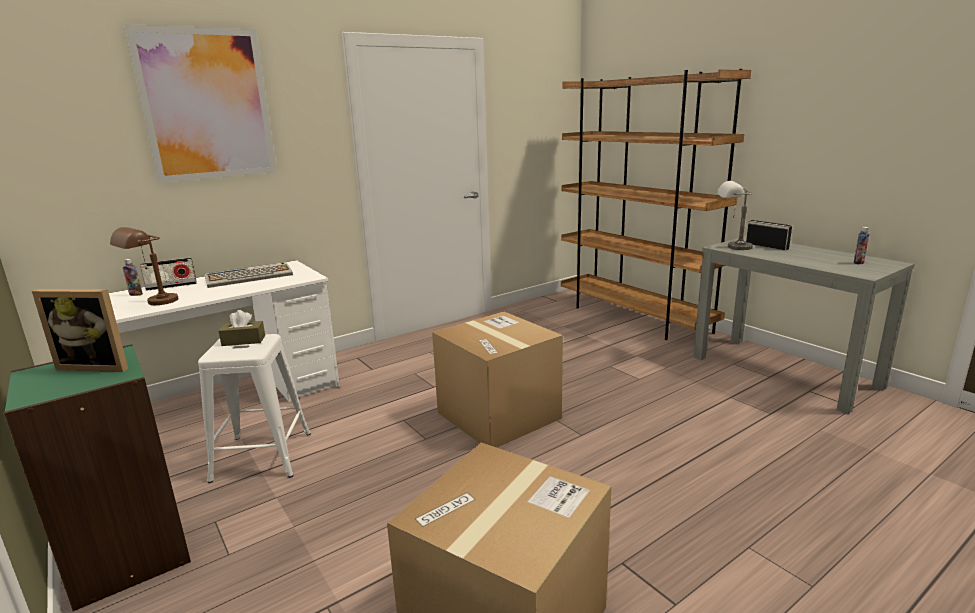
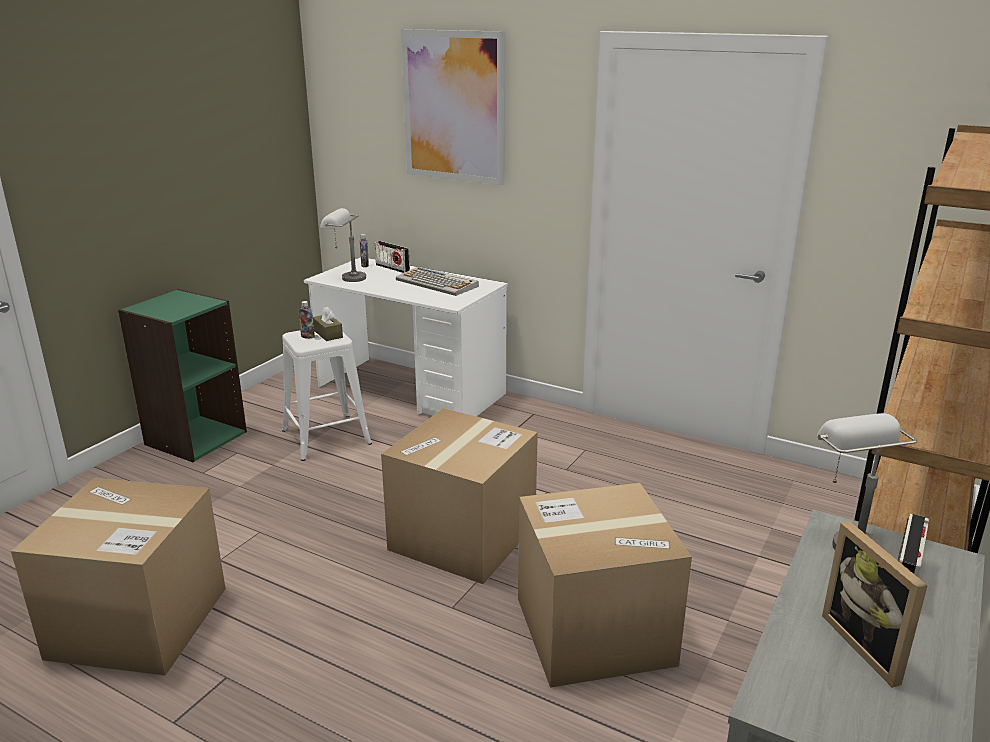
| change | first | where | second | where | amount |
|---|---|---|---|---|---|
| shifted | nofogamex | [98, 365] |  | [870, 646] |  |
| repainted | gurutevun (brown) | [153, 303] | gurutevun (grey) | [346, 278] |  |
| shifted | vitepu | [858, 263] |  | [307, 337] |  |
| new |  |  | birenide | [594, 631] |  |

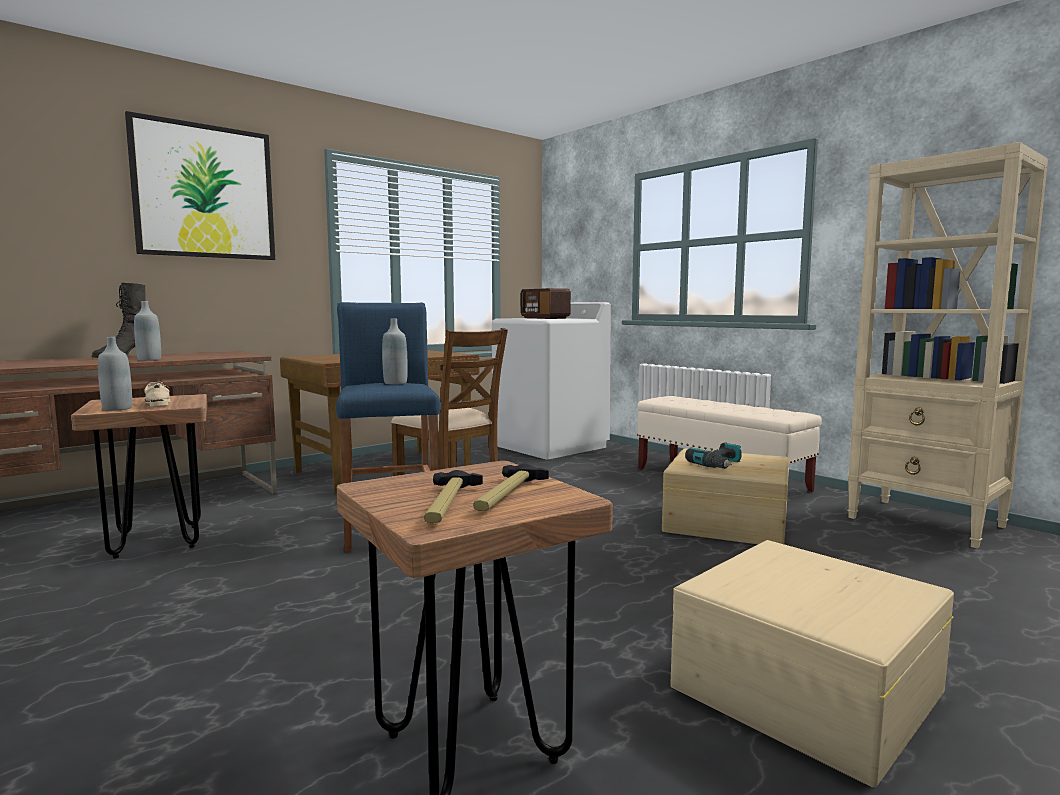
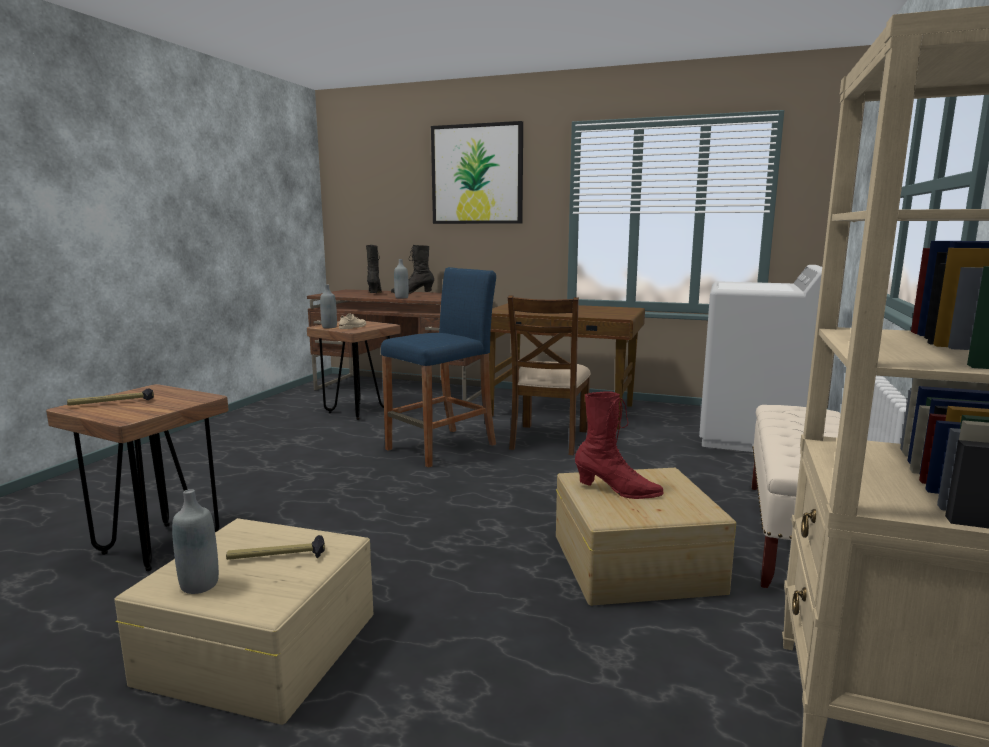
| change | first | where | second | where | amount |
|---|---|---|---|---|---|
| shifted | vitepu (grey) | [395, 383] |  | [199, 585] |  |
| shifted | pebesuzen | [507, 496] |  | [277, 557] |  |
| gone | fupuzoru | [545, 318] |  |  |  |
| swapped | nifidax | [719, 465] | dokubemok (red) | [617, 491] |  |
| new |  |  | dokubemok (black) | [374, 293] |  |

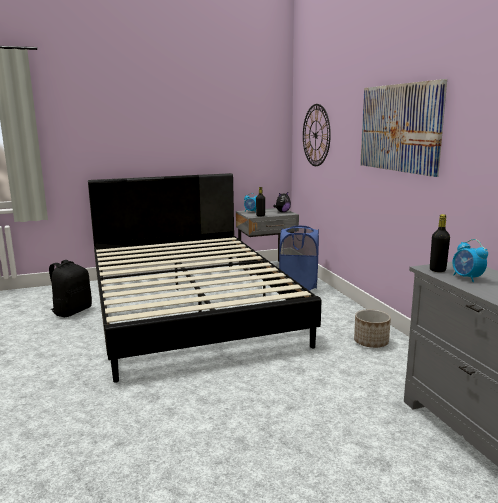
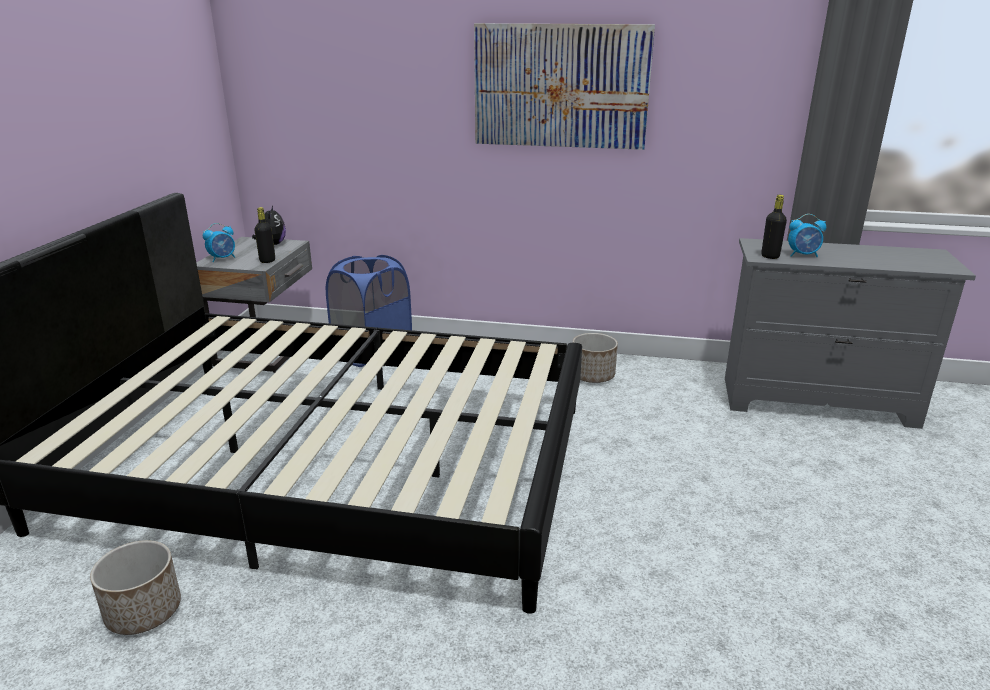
| change | first | where | second | where | amount |
|---|---|---|---|---|---|
| swapped | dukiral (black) | [72, 311] | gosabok | [143, 611] |  |
| gone | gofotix | [316, 135] |  |  |  |

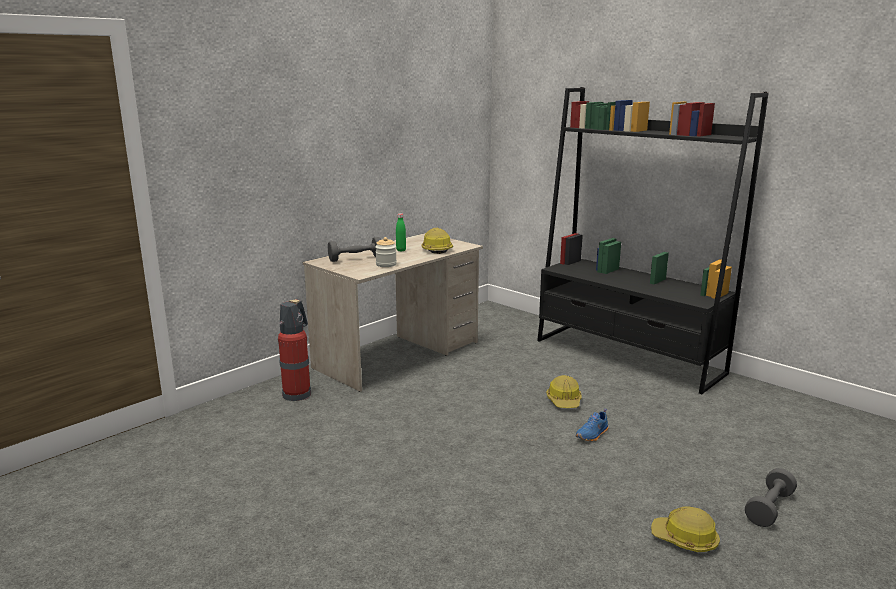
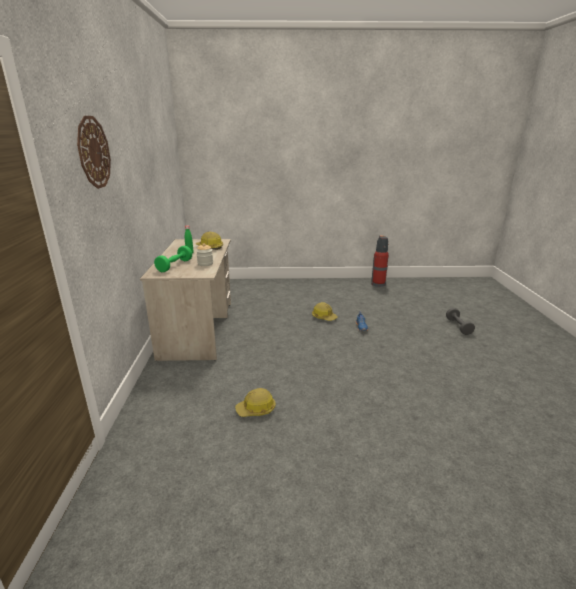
| change | first | where | second | where | amount |
|---|---|---|---|---|---|
| shifted | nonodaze | [298, 394] |  | [378, 284] |  |
| repainted | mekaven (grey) | [355, 259] | mekaven (green) | [174, 266] |  |
| gone | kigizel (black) | [628, 356] |  |  |  |
| shifted | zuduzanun | [685, 539] |  | [256, 409] |  |
| new |  |  | gofotix | [93, 152] |  |

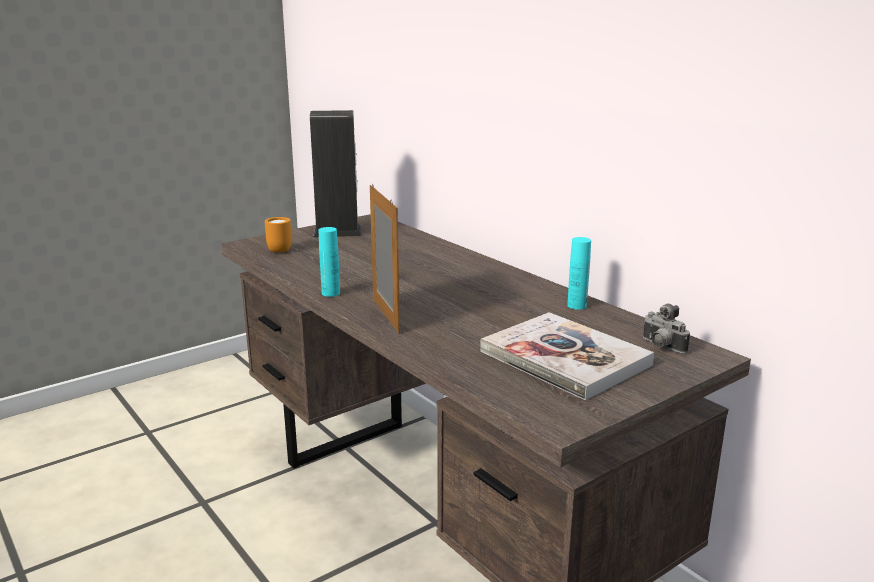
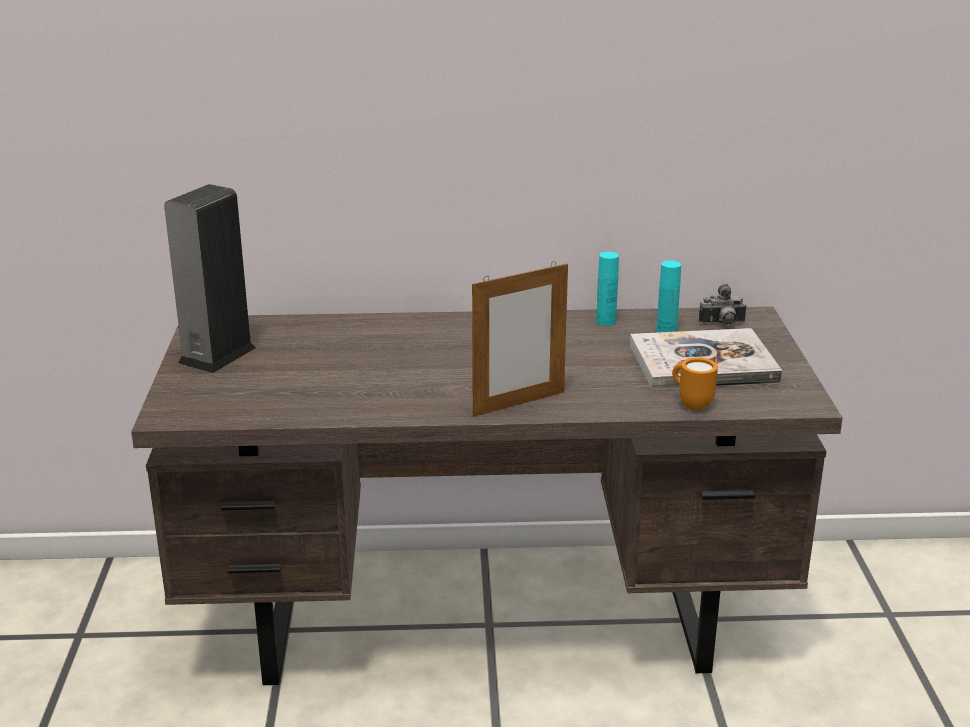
| change | first | where | second | where | amount |
|---|---|---|---|---|---|
| shifted | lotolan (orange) | [280, 249] |  | [691, 404] |  |
| shifted | vitepu (turquoise) | [331, 293] |  | [666, 331] |  |
| rotated | nofogamex | [385, 315] |  | [519, 403] | 135 degrees clockwise |

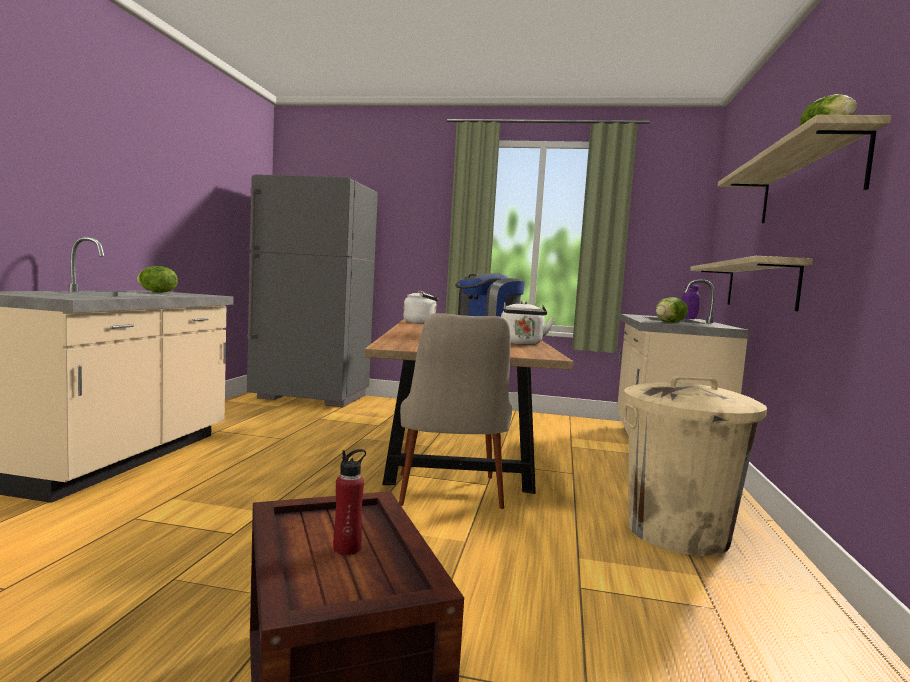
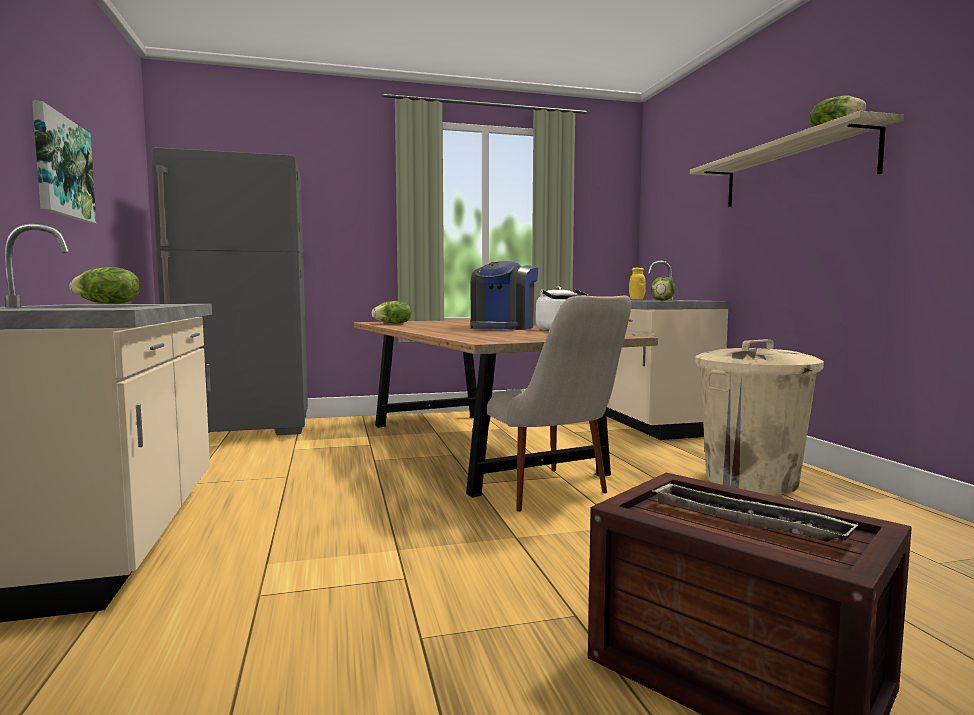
| change | first | where | second | where | amount |
|---|---|---|---|---|---|
| swapped | vitepu (red) | [347, 549] | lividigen | [745, 521] |  |
| swapped | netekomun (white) | [421, 323] | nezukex | [393, 324] |  |
| repainted | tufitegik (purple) | [688, 318] | tufitegik (yellow) | [636, 299] |  |
| gone | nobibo | [759, 285] |  |  |  |
| new |  |  | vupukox | [61, 167] |  |

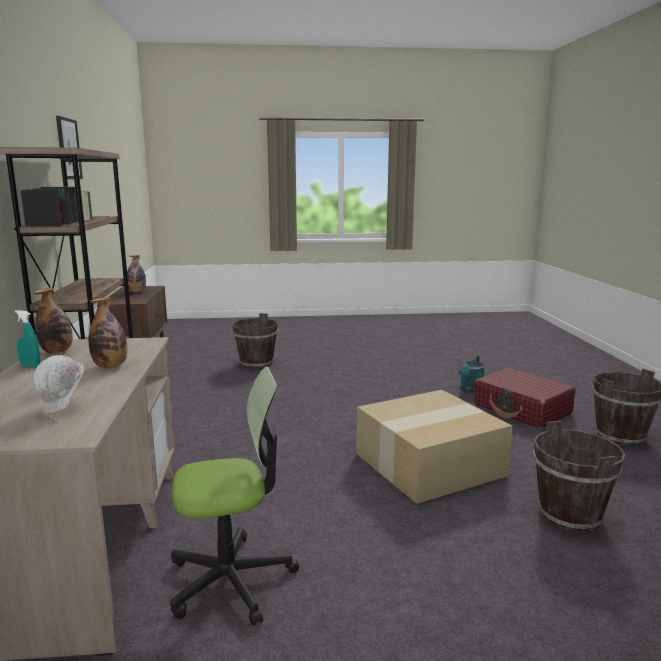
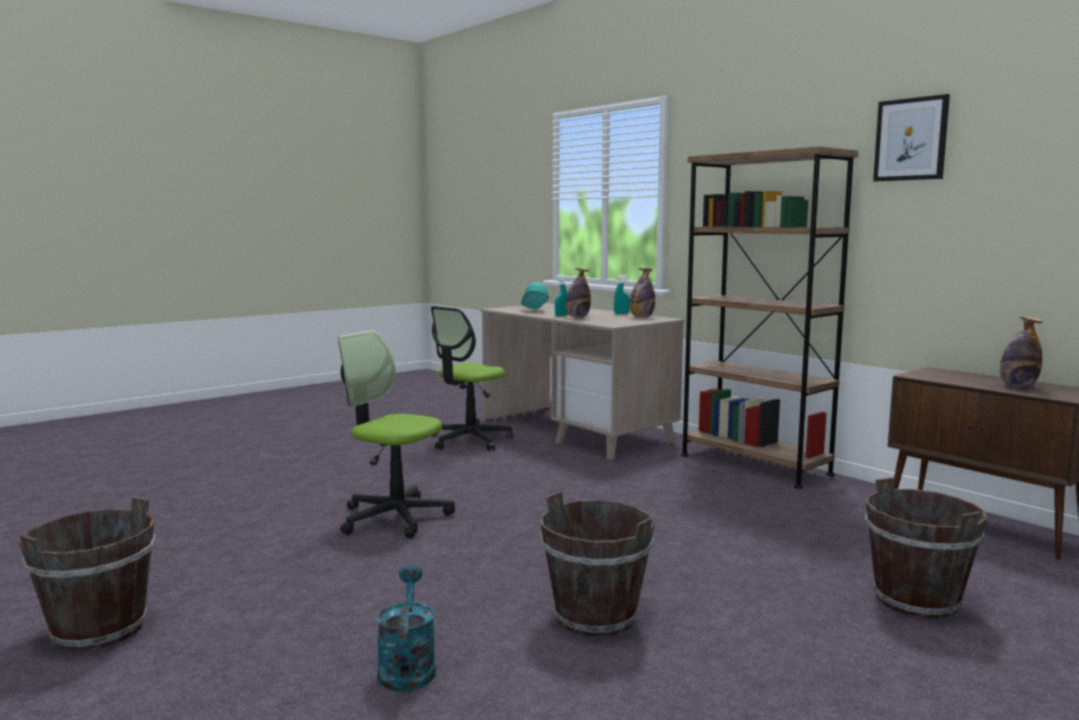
| change | first | where | second | where | amount |
|---|---|---|---|---|---|
| repainted | zuduzanun (white) | [64, 407] | zuduzanun (turquoise) | [534, 310] |  |
| swapped | birenide | [429, 465] | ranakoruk | [395, 517] |  |
| gone | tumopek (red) | [522, 409] |  |  |  |
| shifted | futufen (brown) | [570, 515] |  | [594, 617] |  |
| new |  |  | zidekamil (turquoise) | [561, 315] |  |

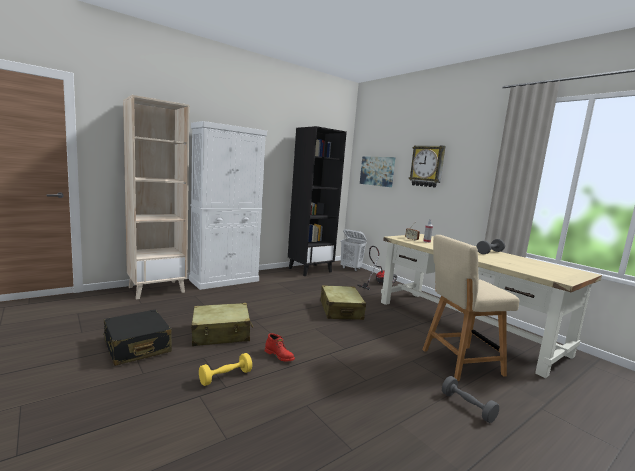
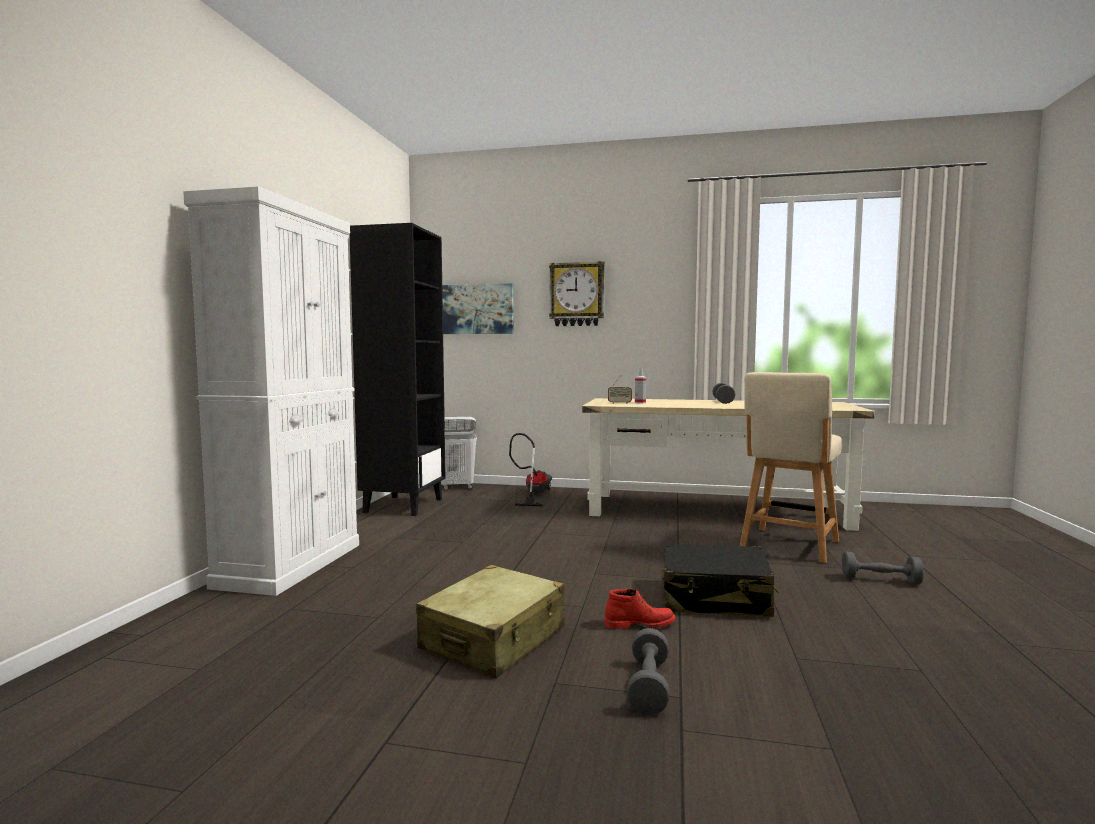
| change | first | where | second | where | amount |
|---|---|---|---|---|---|
| shifted | tumopek (black) | [137, 347] |  | [715, 598] |  |
| gone | kigizel (beige) | [157, 289] |  |  |  |
| repainted | mekaven (yellow) | [225, 377] | mekaven (grey) | [648, 686] |  |
| gone | tumopek (beige) | [341, 310] |  |  |  |

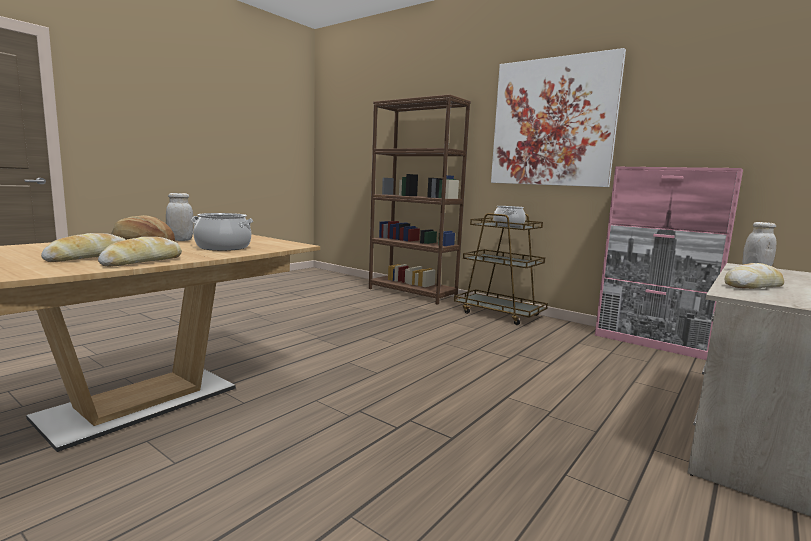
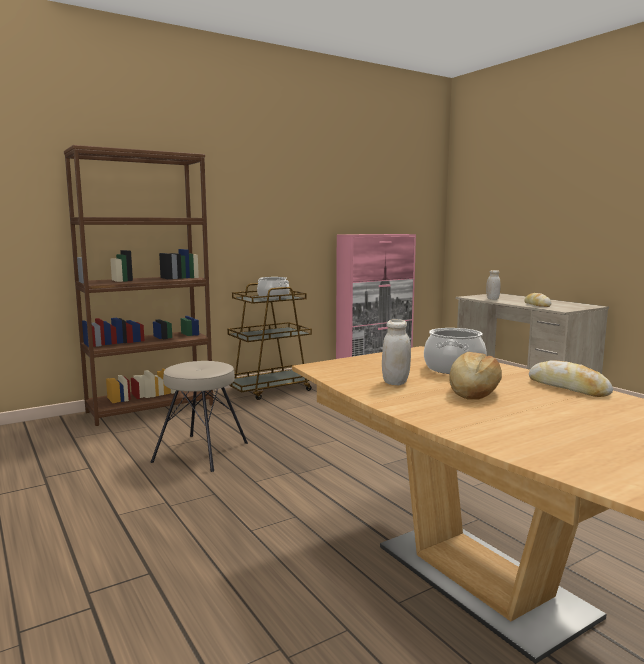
| change | first | where | second | where | amount |
|---|---|---|---|---|---|
| gone | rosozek | [89, 257] |  |  |  |
| gone | vupukox | [552, 123] |  |  |  |
| new |  |  | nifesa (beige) | [202, 452] |  |

